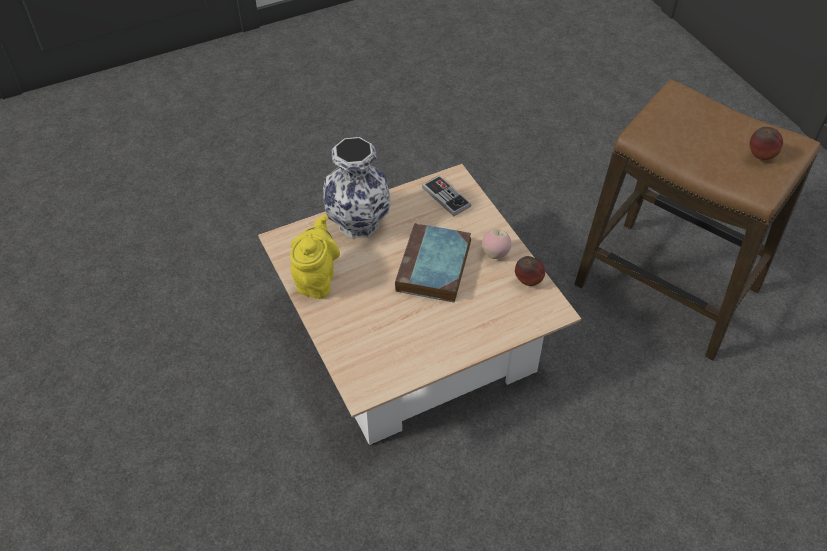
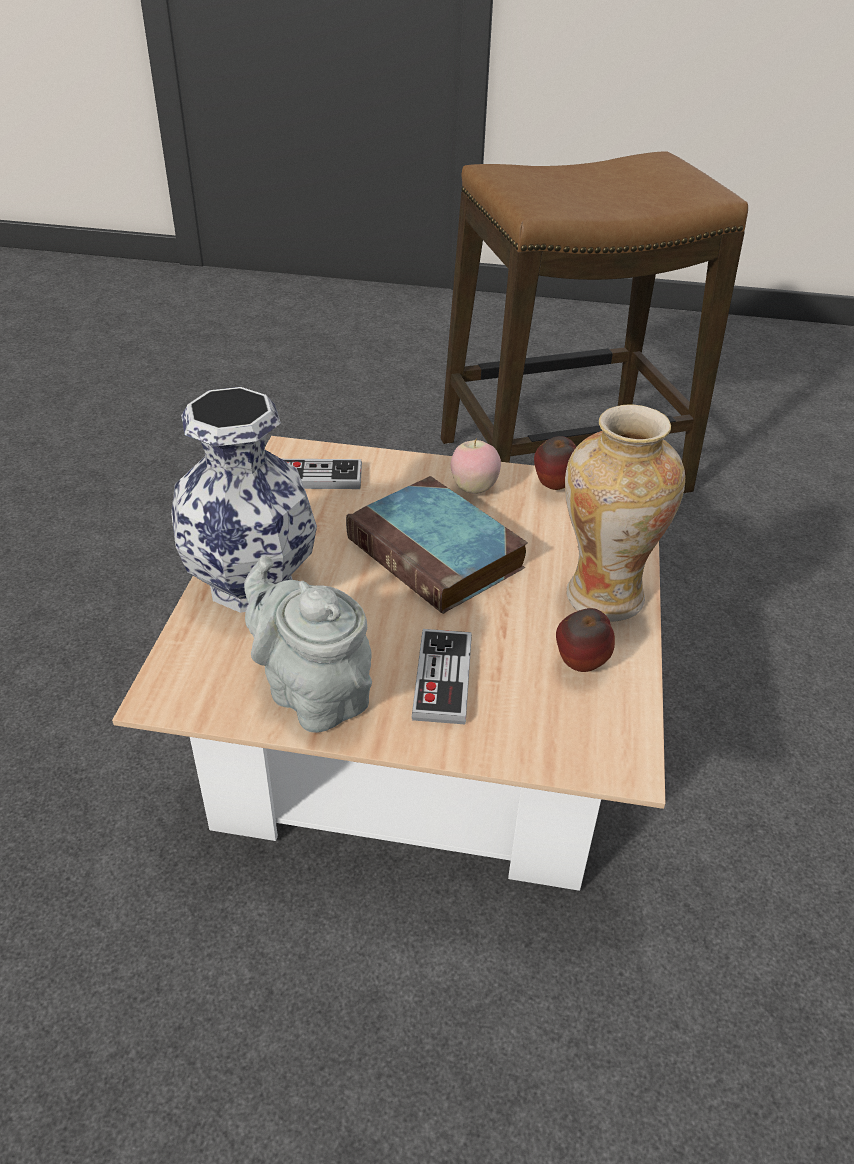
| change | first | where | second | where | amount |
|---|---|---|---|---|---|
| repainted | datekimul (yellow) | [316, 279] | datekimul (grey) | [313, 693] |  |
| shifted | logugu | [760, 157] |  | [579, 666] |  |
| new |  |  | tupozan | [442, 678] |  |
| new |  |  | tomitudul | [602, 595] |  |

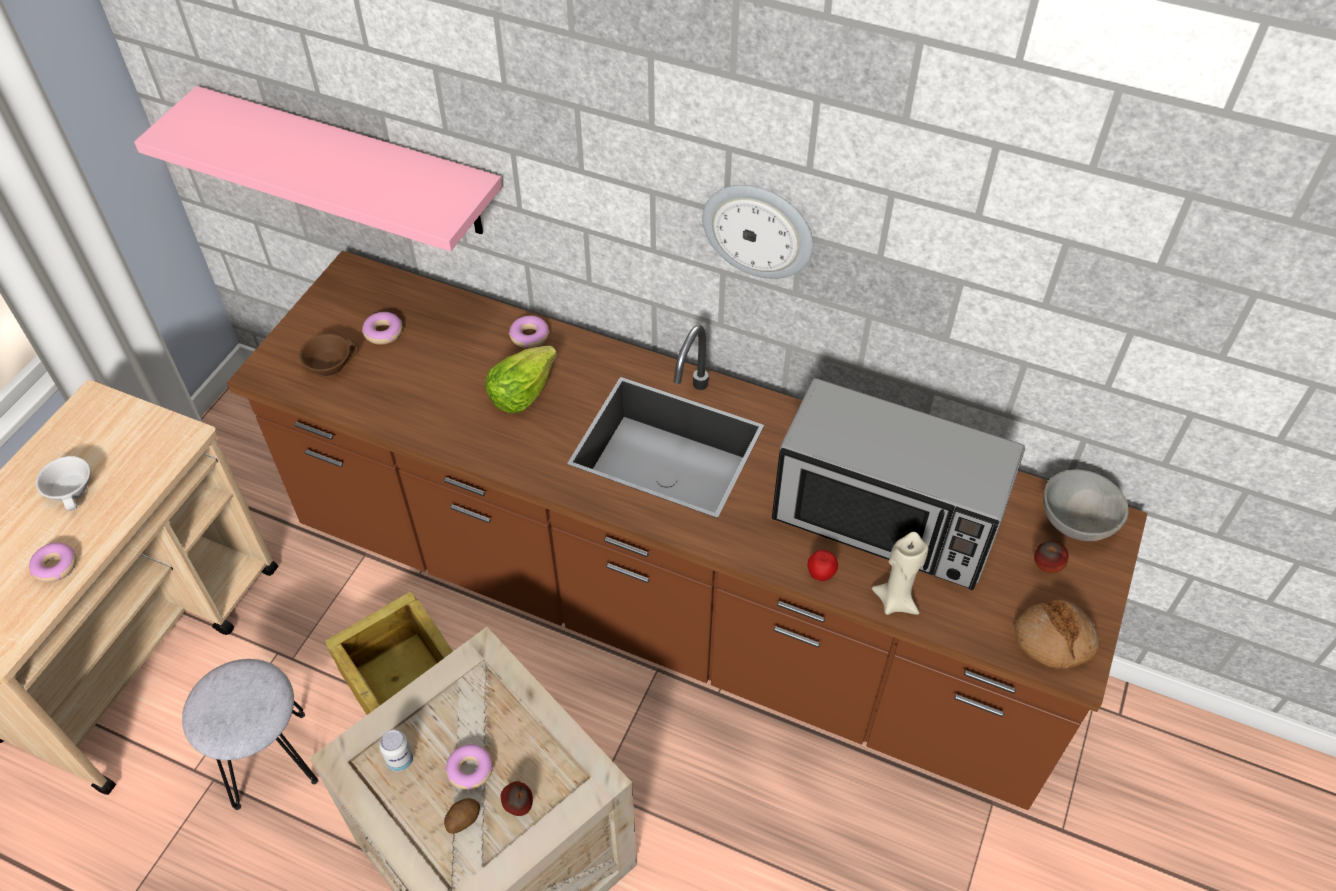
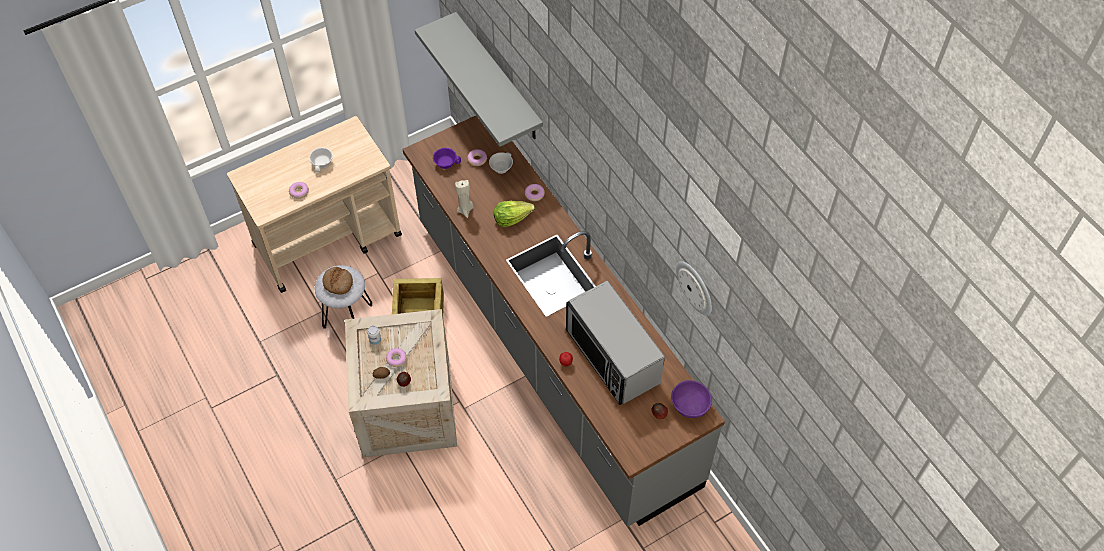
| change | first | where | second | where | amount |
|---|---|---|---|---|---|
| repainted | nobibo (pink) | [351, 162] | nobibo (grey) | [498, 79] |  |
| repainted | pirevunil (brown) | [668, 607] | pirevunil (grey) | [552, 351] |  |
| repainted | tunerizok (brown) | [329, 364] | tunerizok (purple) | [446, 162] |  |
| shifted | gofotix | [758, 230] |  | [696, 287] |  |
| shifted | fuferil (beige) | [895, 600] |  | [465, 210] |  |
| shifted | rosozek | [1054, 640] |  | [338, 283] |  |
| repainted | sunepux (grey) | [1076, 521] | sunepux (purple) | [690, 406] |  |
| new |  |  | tunerizok (white) | [501, 167] |  |

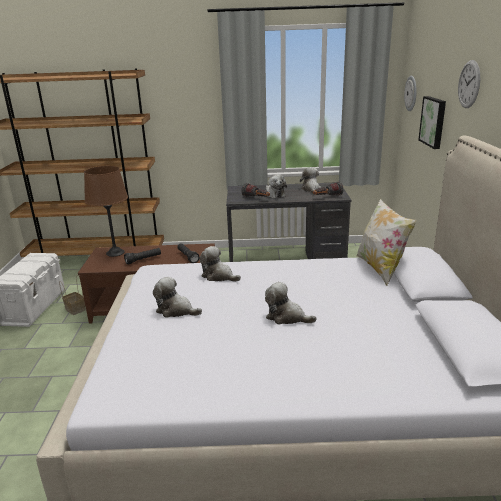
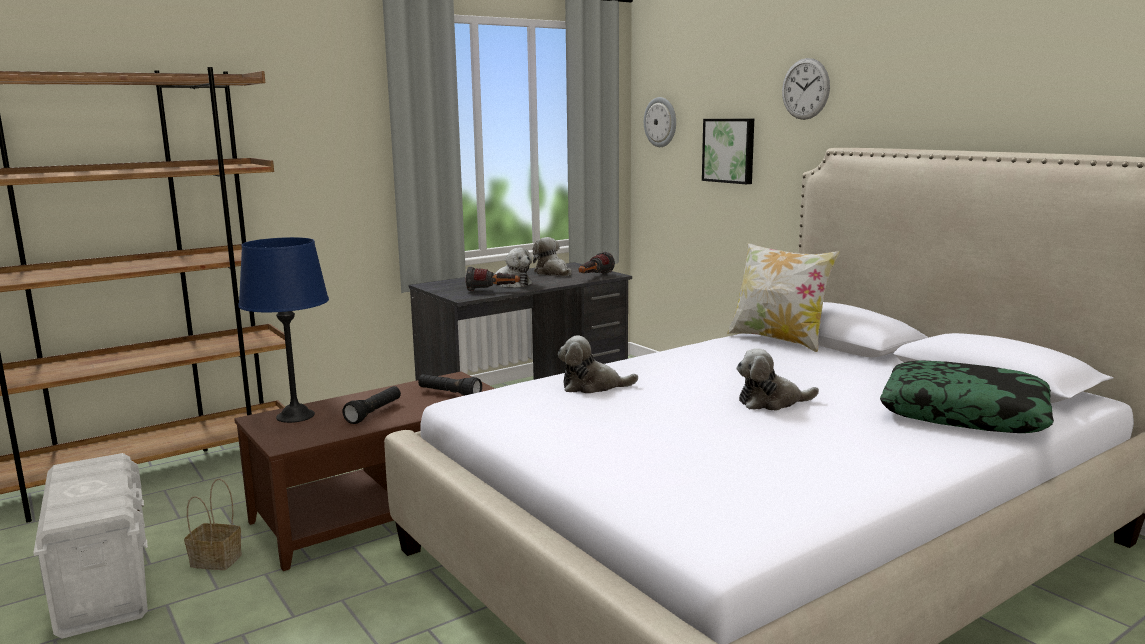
| change | first | where | second | where | amount |
|---|---|---|---|---|---|
| repainted | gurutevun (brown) | [115, 252] | gurutevun (blue) | [295, 416] |  |
| gone | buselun | [176, 310] |  |  |  |
| new |  |  | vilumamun | [964, 413] |  |

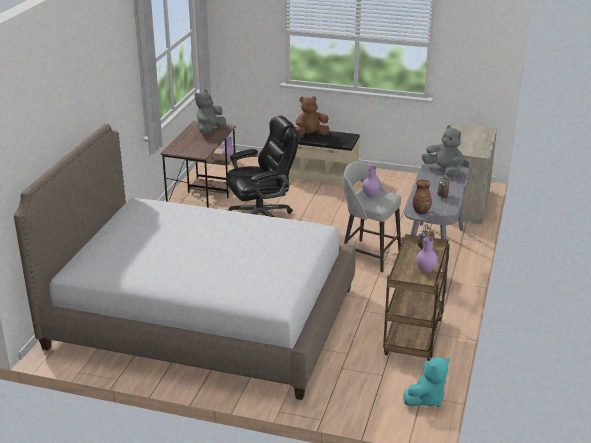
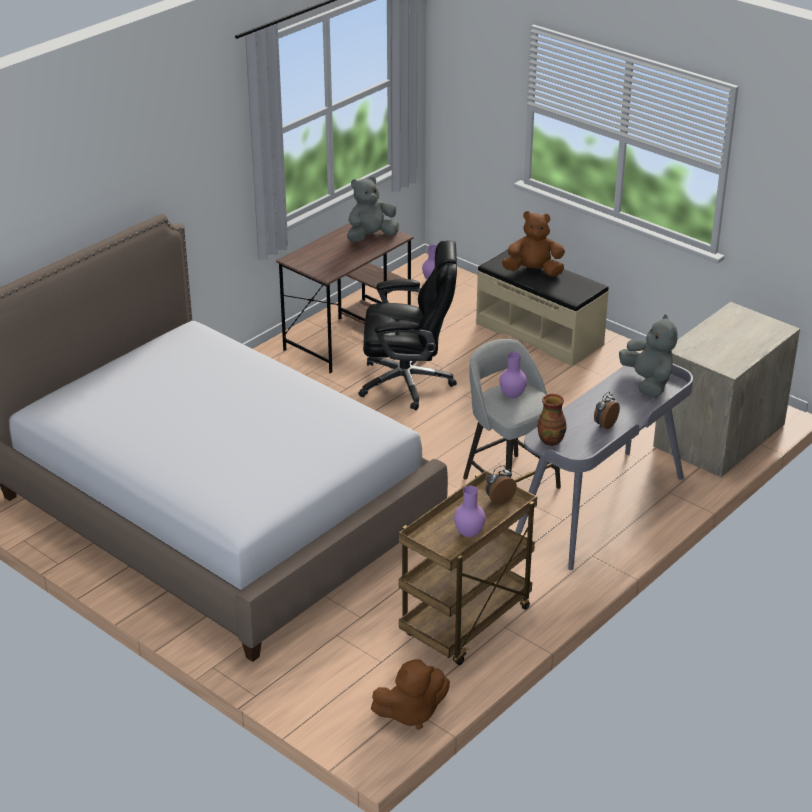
| change | first | where | second | where | amount |
|---|---|---|---|---|---|
| repainted | buselun (turquoise) | [426, 398] | buselun (brown) | [411, 713] |  |

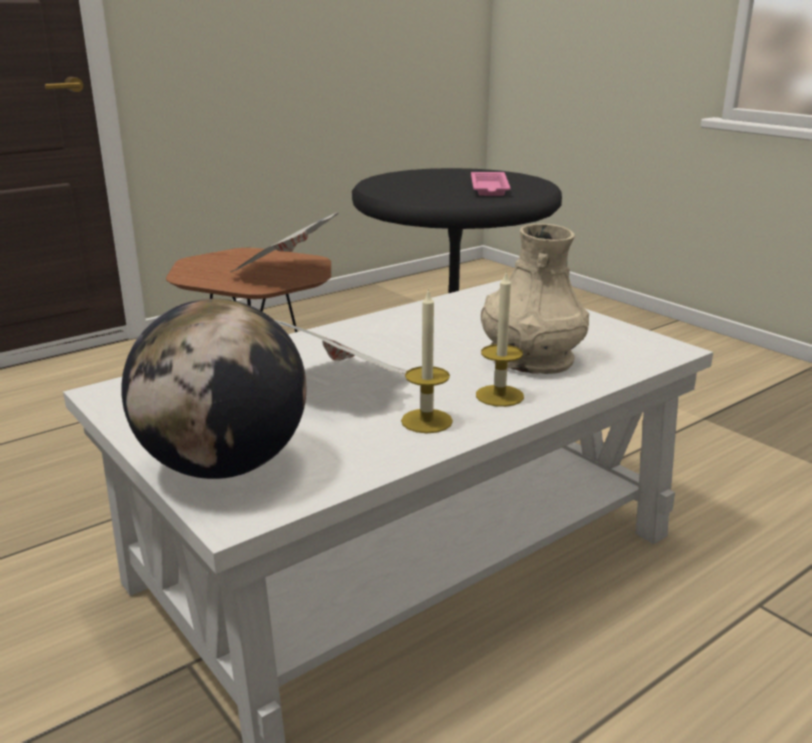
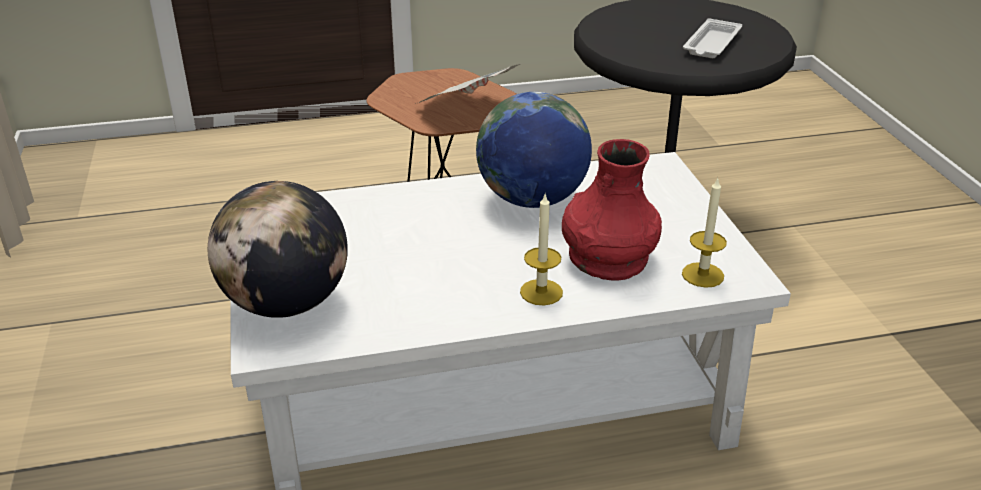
| change | first | where | second | where | amount |
|---|---|---|---|---|---|
| gone | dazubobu | [345, 385] |  |  |  |
| shifted | fuferil | [426, 421] |  | [703, 275] |  |
| repainted | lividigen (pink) | [489, 189] | lividigen (white) | [711, 44] |  |
| repainted | tomitudul (beige) | [531, 358] | tomitudul (red) | [608, 257] |  |
| new |  |  | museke | [532, 199] |  |

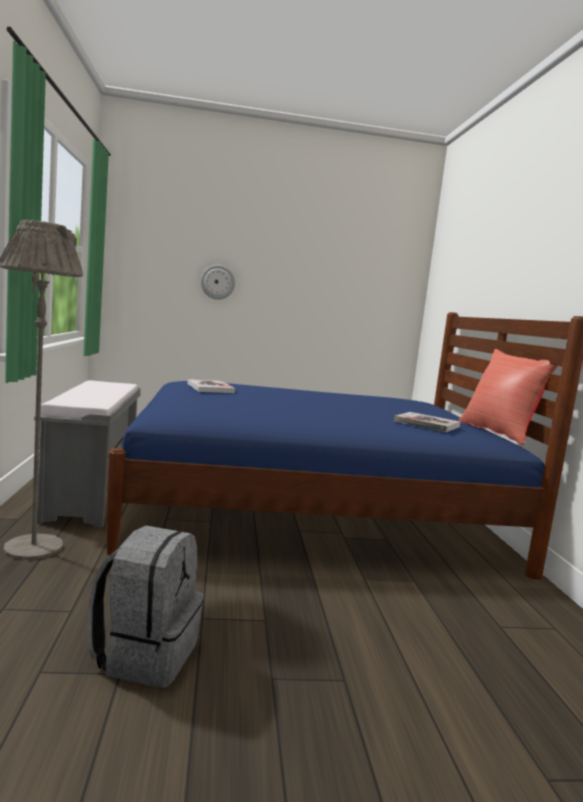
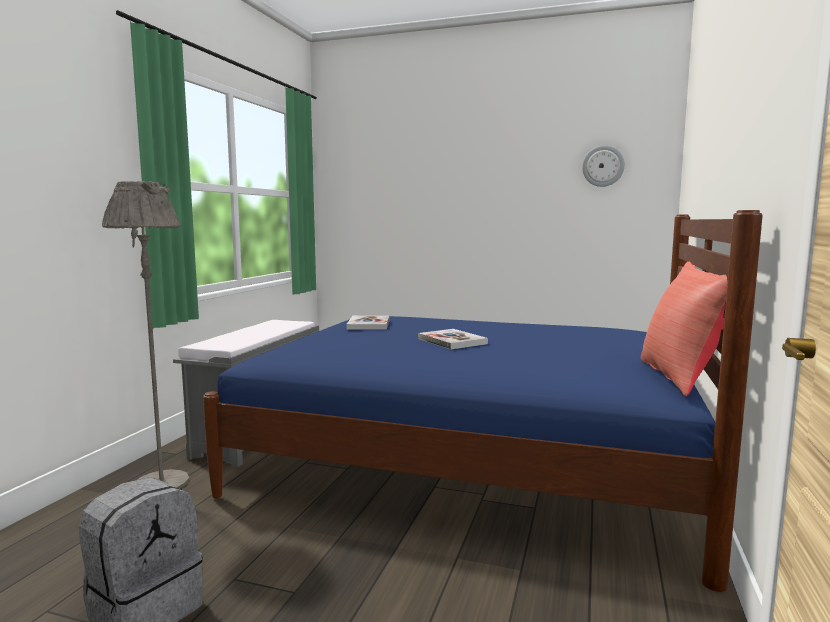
| change | first | where | second | where | amount |
|---|---|---|---|---|---|
| shifted | gofotix | [218, 282] |  | [603, 166] |  |
| shifted | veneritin | [426, 424] |  | [452, 341] |  |

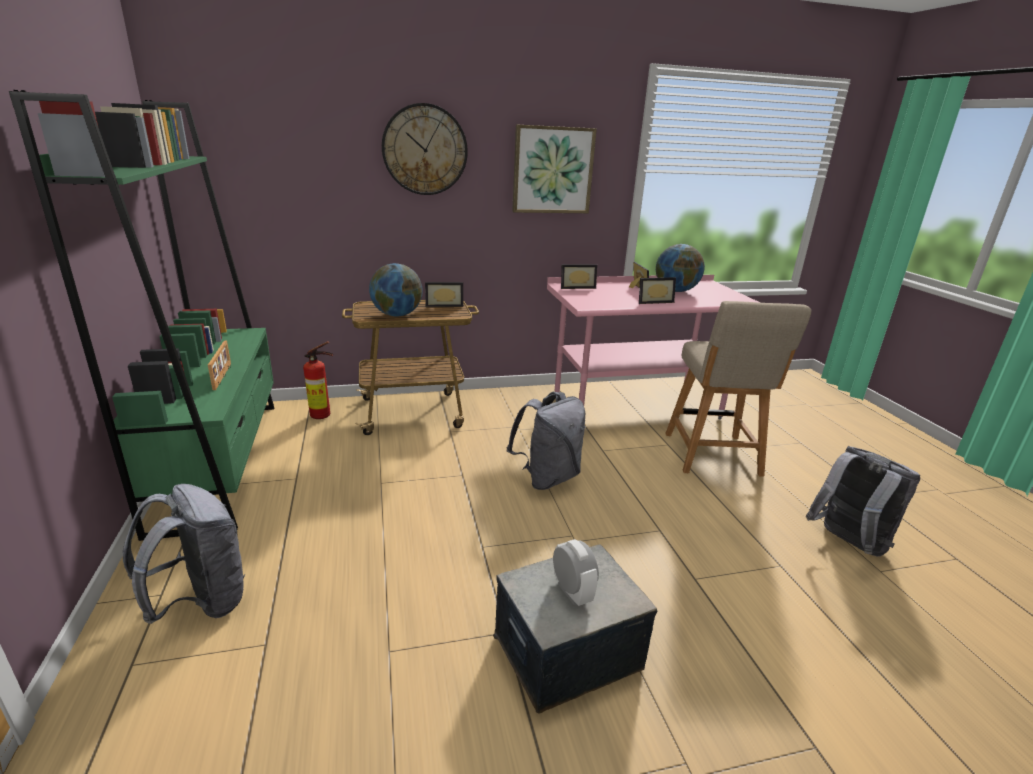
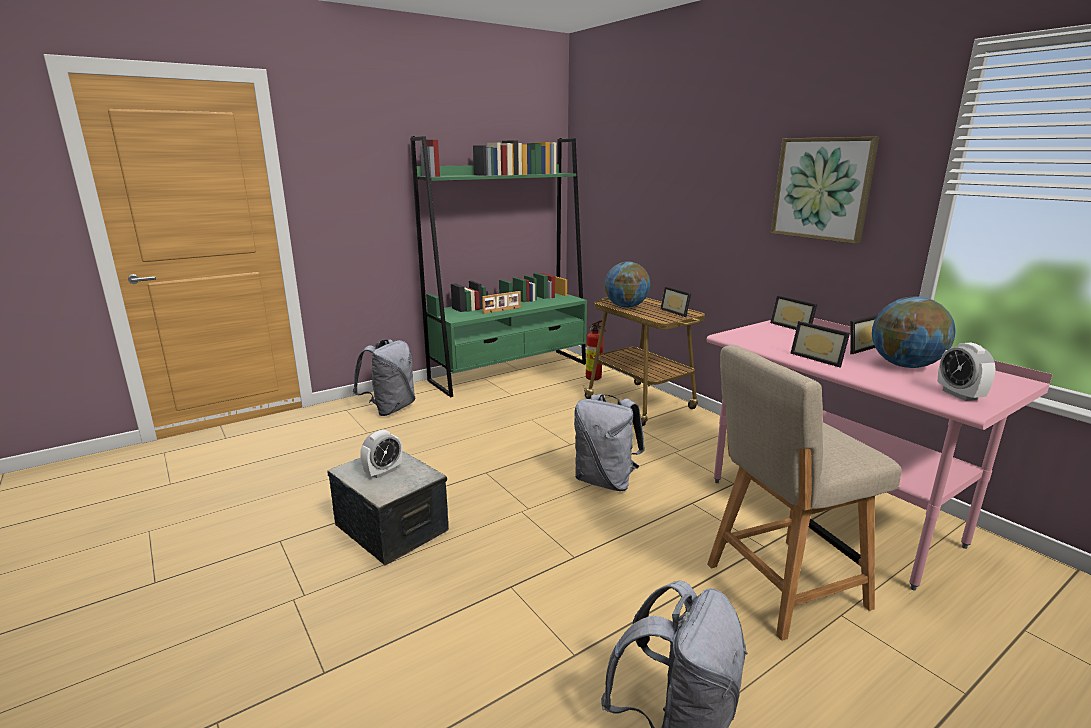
| change | first | where | second | where | amount |
|---|---|---|---|---|---|
| gone | gofotix | [425, 150] |  |  |  |
| new |  |  | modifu | [959, 395] |  |

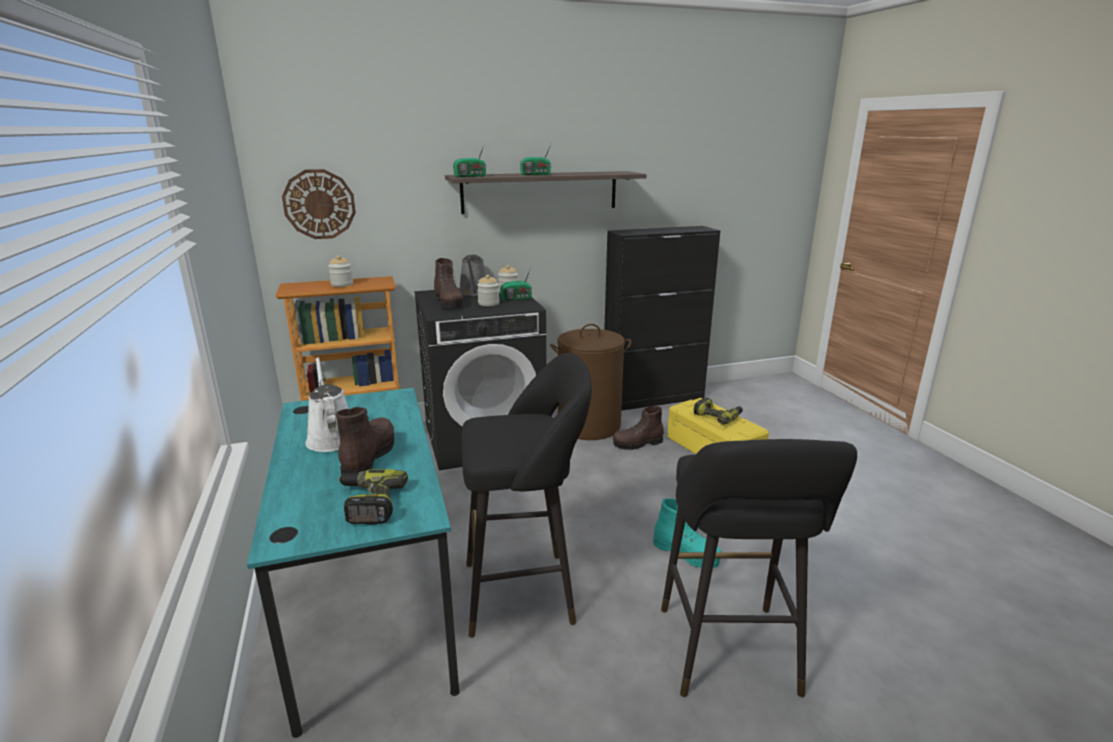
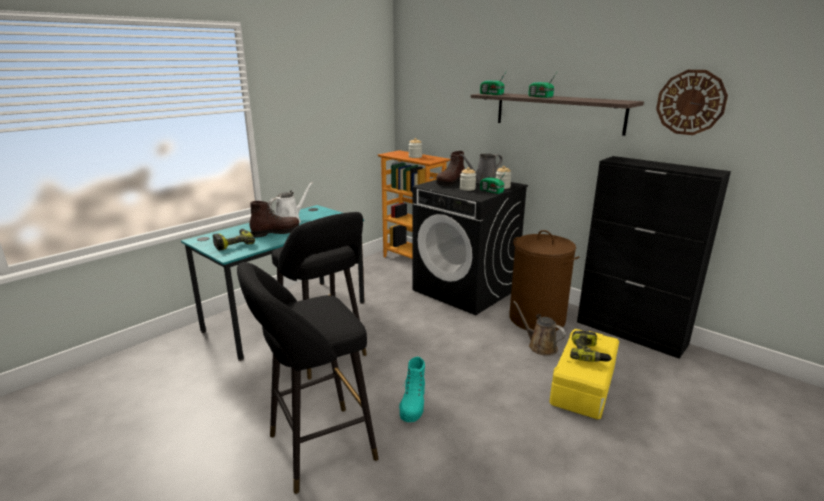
| change | first | where | second | where | amount |
|---|---|---|---|---|---|
| shifted | gofotix | [319, 204] |  | [690, 102] |  |
| swapped | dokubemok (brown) | [637, 444] | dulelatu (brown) | [540, 346] |  |

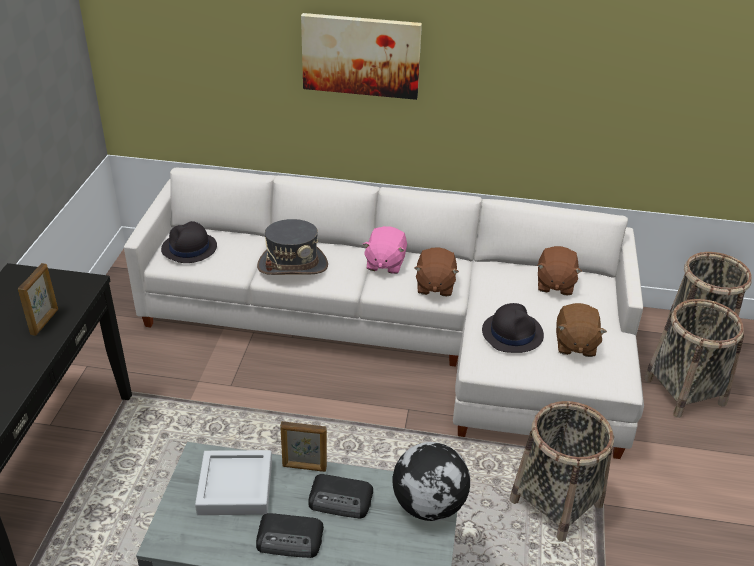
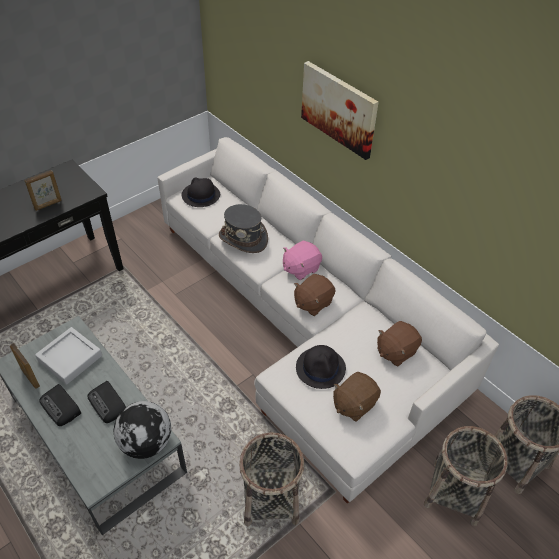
| change | first | where | second | where | amount |
|---|---|---|---|---|---|
| shifted | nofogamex | [304, 467] |  | [30, 378] |  |

